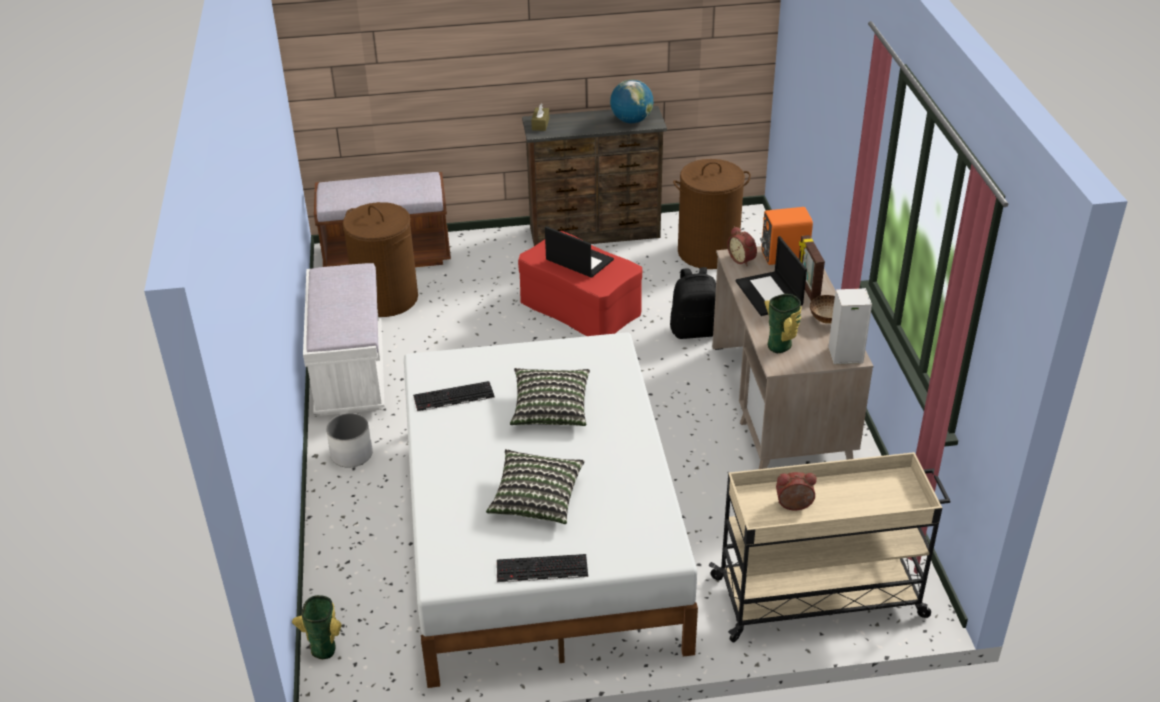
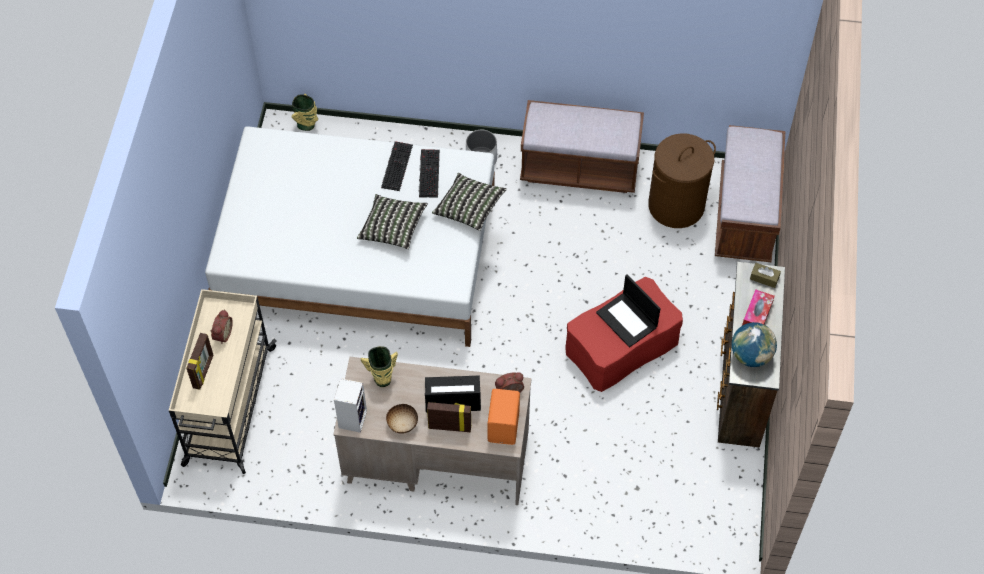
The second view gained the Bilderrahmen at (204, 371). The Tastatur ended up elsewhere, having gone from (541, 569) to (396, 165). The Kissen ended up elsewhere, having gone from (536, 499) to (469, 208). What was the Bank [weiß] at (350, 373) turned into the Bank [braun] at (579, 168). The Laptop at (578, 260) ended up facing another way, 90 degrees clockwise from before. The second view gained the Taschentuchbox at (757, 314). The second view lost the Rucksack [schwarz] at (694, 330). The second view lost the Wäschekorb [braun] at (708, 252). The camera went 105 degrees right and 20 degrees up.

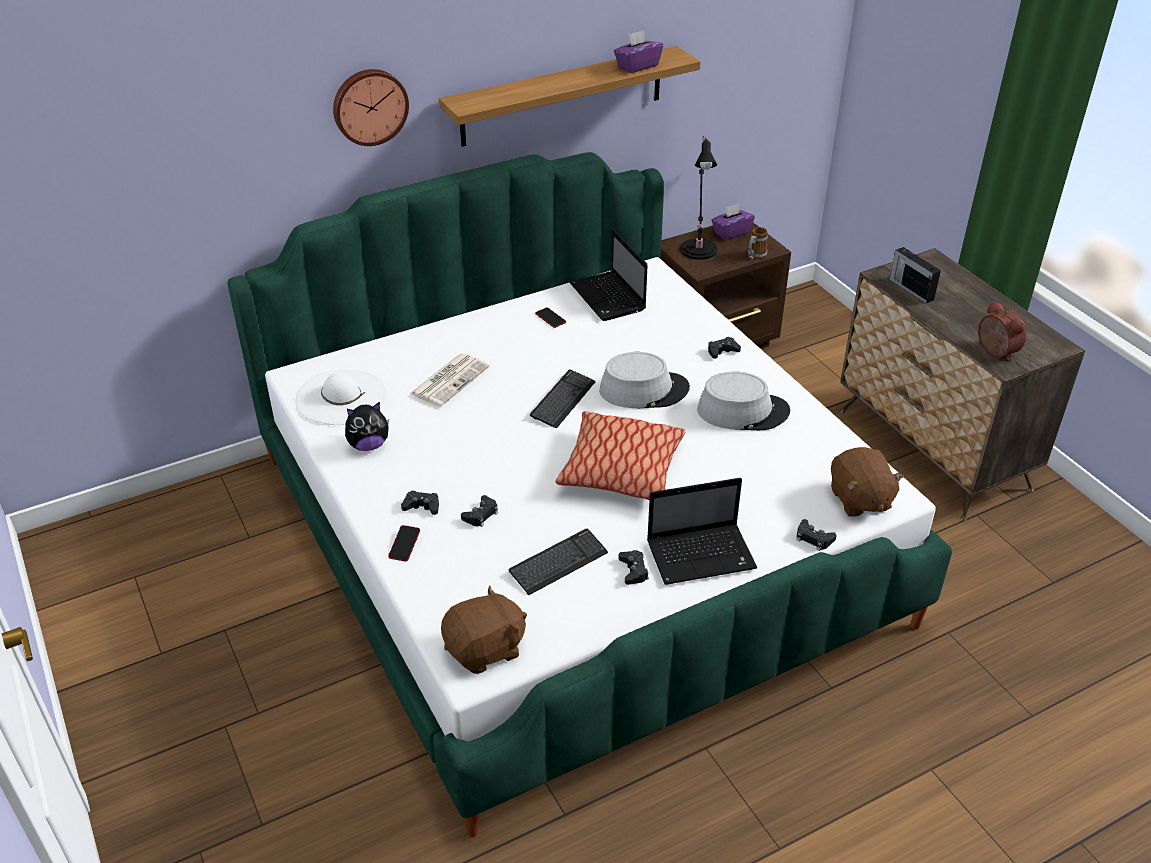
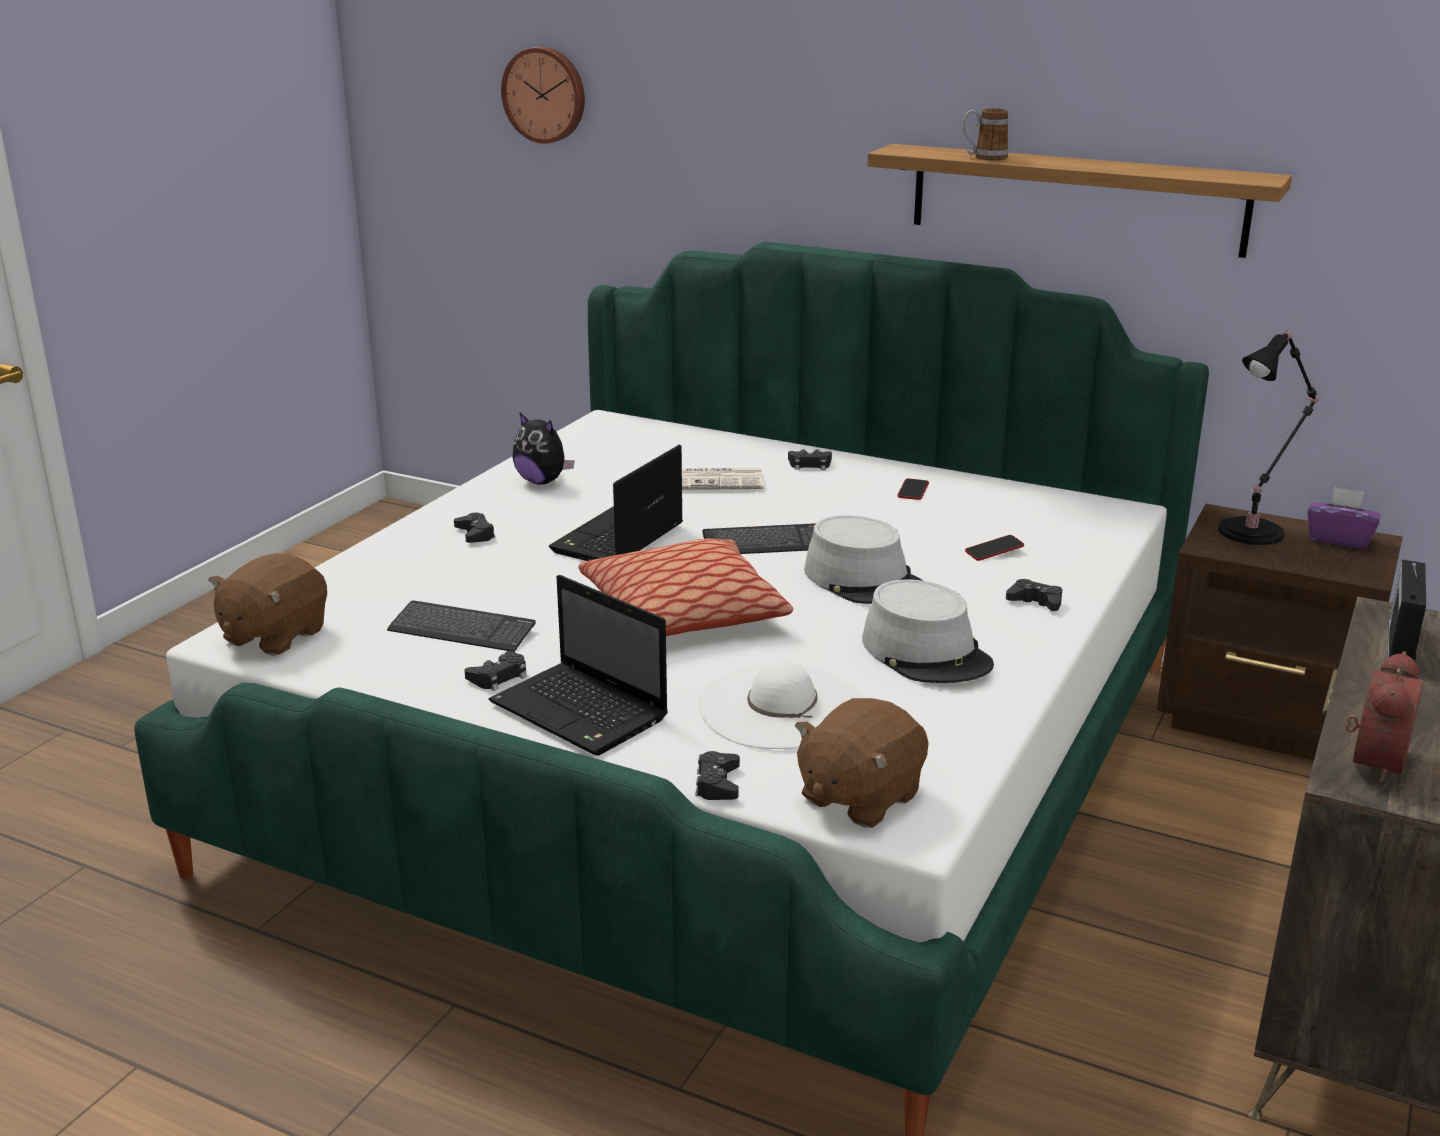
The Plüschtier [braun] at (485, 649) ended up facing another way, 90 degrees clockwise from before. The Wanduhr ended up elsewhere, having gone from (369, 106) to (545, 94). The Laptop ended up elsewhere, having gone from (609, 298) to (617, 540). The Hut [weiß] ended up elsewhere, having gone from (341, 397) to (781, 707). The Gamepad [schwarz] ended up elsewhere, having gone from (481, 515) to (809, 464). The Henkelbecher ended up elsewhere, having gone from (755, 256) to (984, 157). The Handy ended up elsewhere, having gone from (404, 545) to (994, 552). The second view lost the Taschentuchbox [lila] at (637, 66). The camera went 55 degrees right and 15 degrees down.

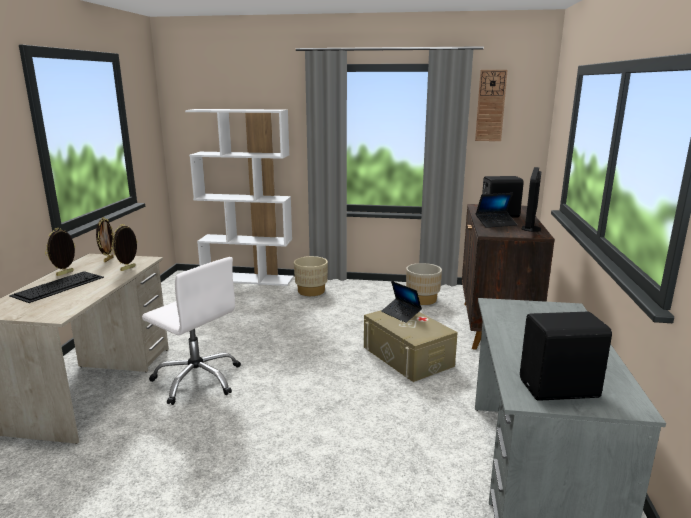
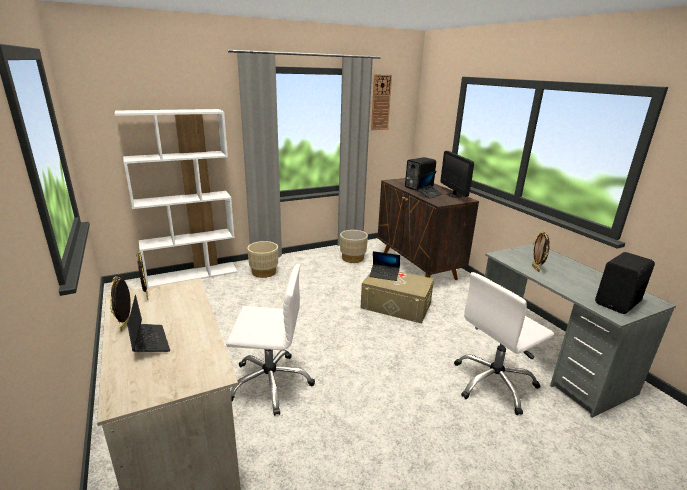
Where the Tastatur stood at (59, 286), the Laptop came to stand at (149, 342). The second view gained the Bürostuhl [weiß] at (494, 383). The Bilderrahmen ended up elsewhere, having gone from (128, 268) to (536, 269). The camera went 35 degrees left and 5 degrees up.

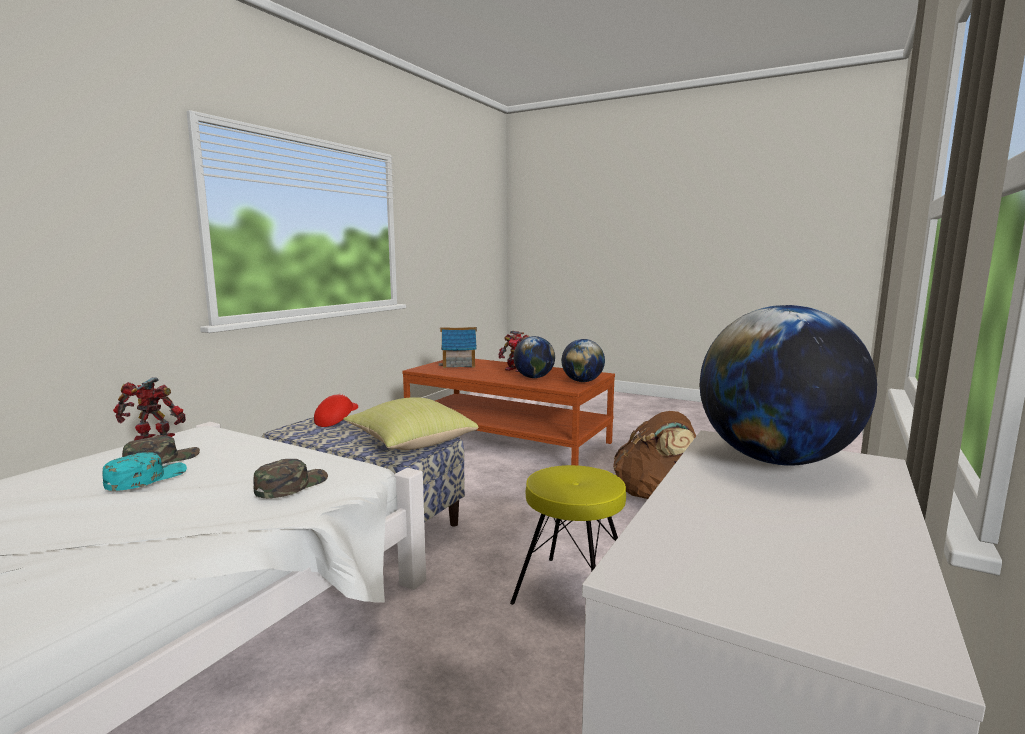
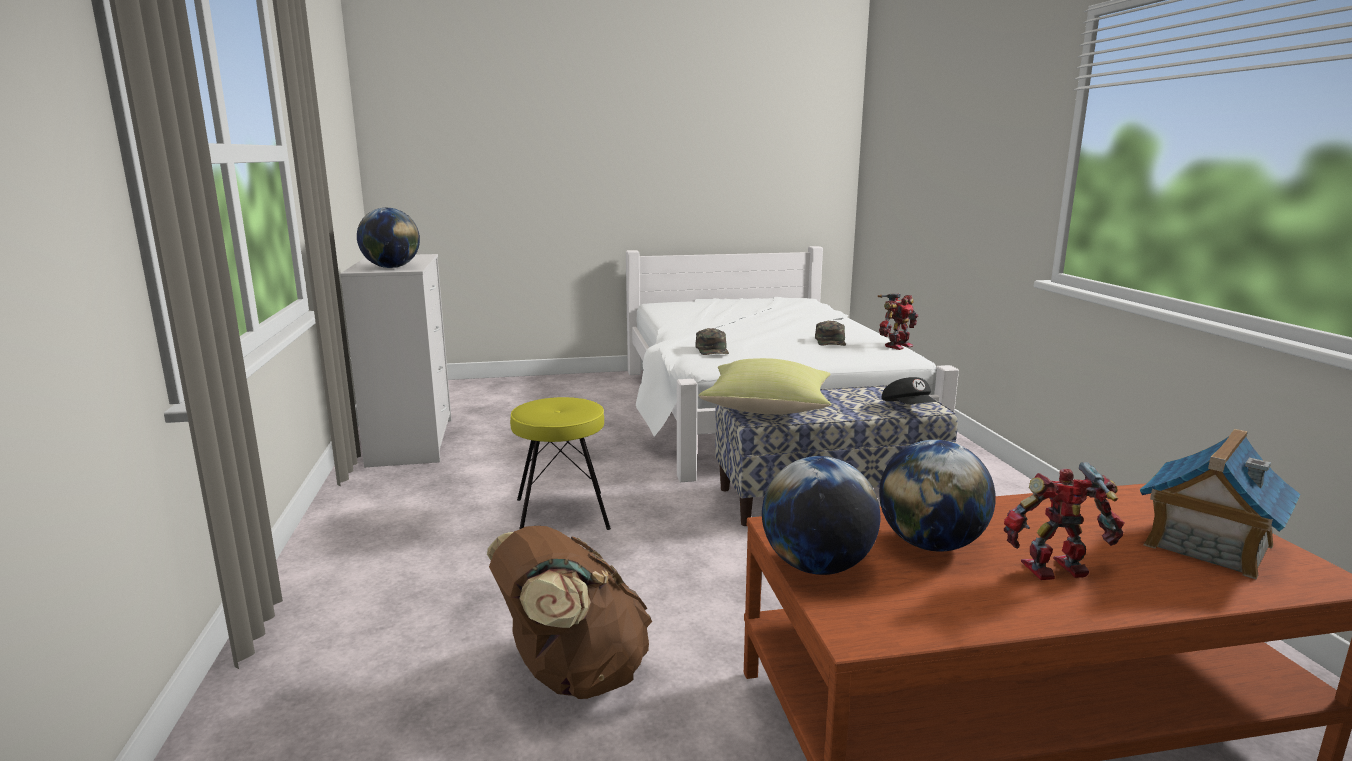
What was the Kappe [rot] at (336, 421) turned into the Kappe [schwarz] at (908, 408). The second view lost the Kappe [türkis] at (146, 478). The camera went 140 degrees right and 5 degrees up.

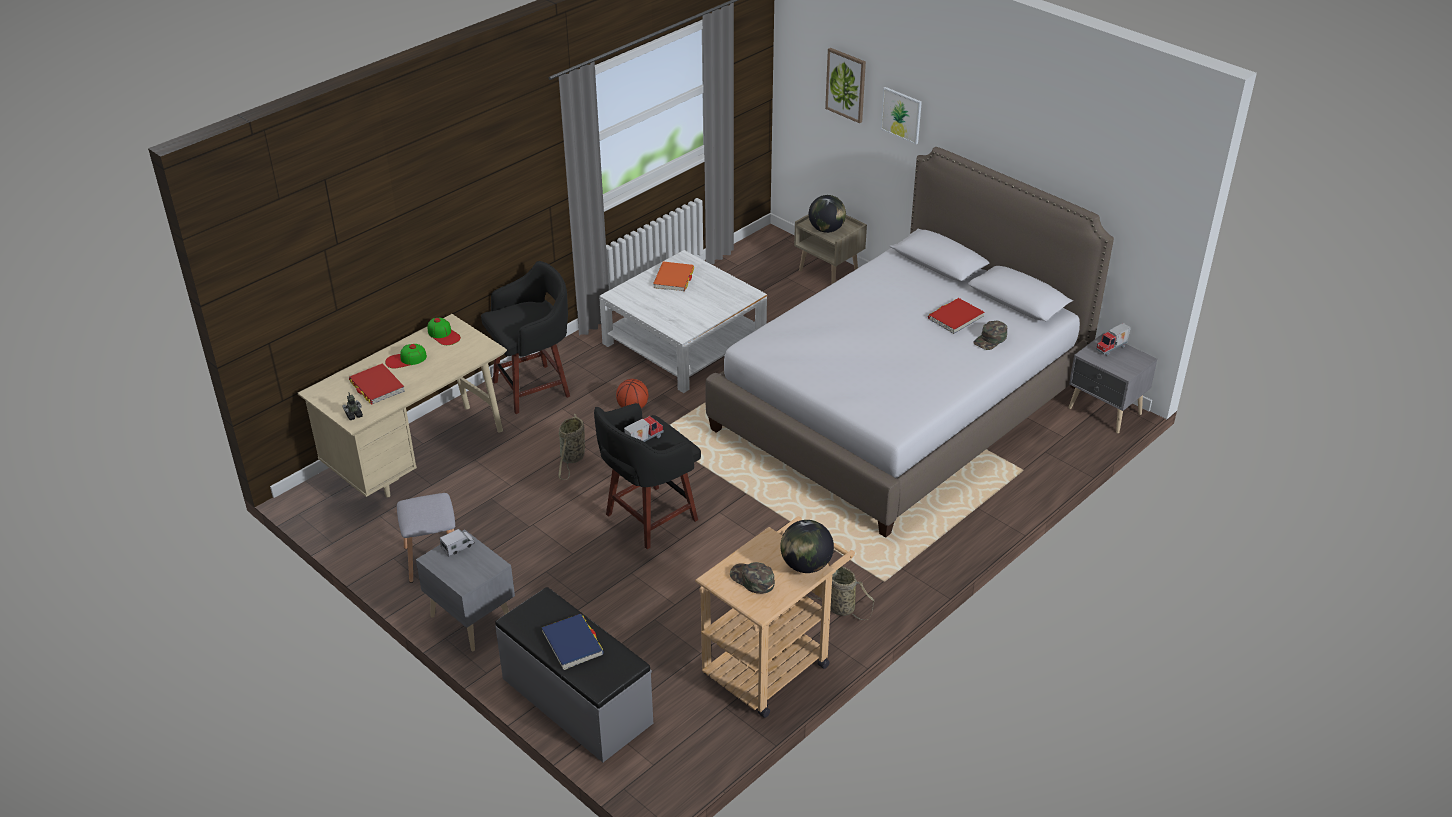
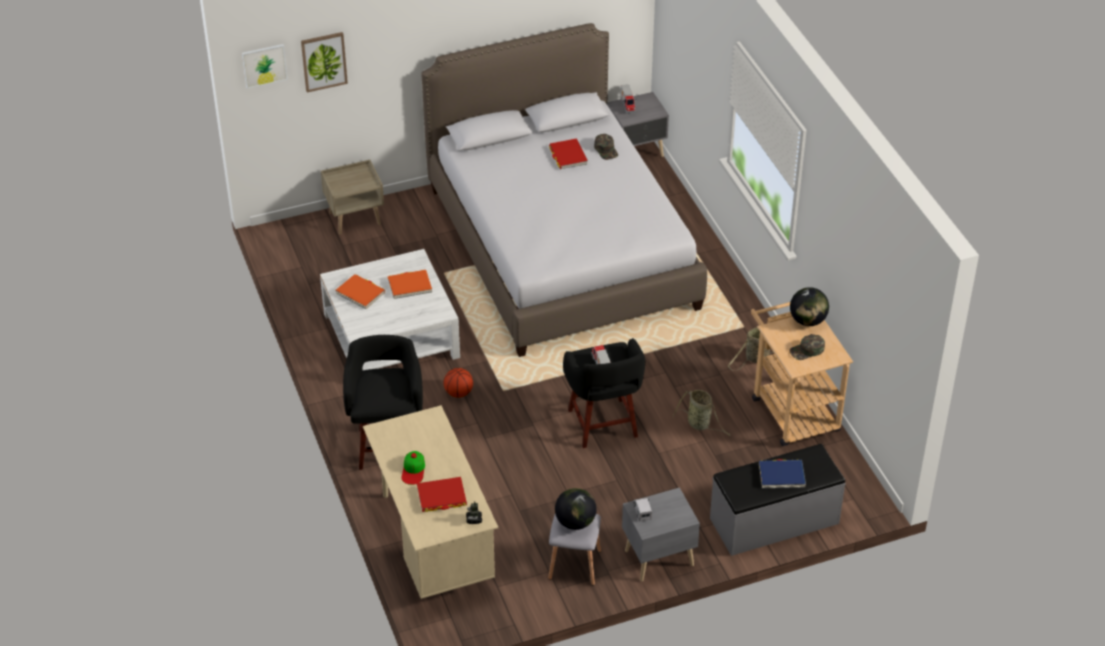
The Bild ended up elsewhere, having gone from (901, 115) to (264, 65). The second view gained the Buch [orange] at (409, 286). The Globus ended up elsewhere, having gone from (826, 229) to (575, 522). The Korb ended up elsewhere, having gone from (572, 458) to (700, 424). The second view lost the Kappe at (443, 334). The camera went 65 degrees left and 5 degrees up.

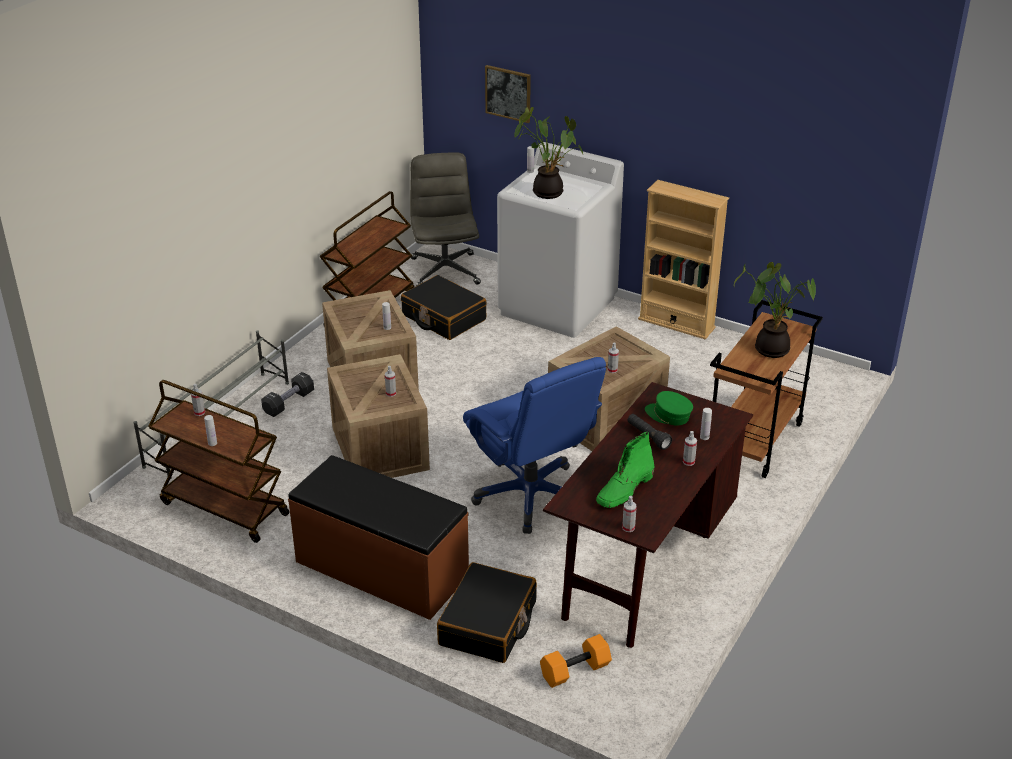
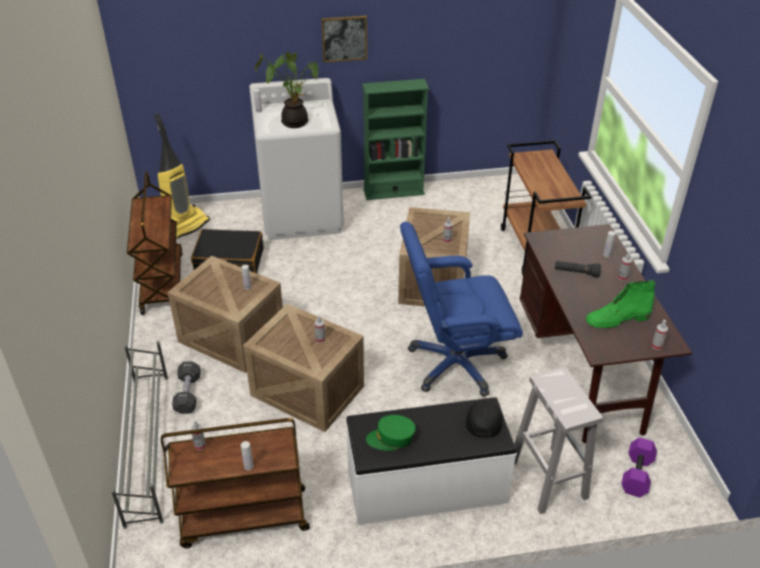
Where the Bürostuhl [grau] stood at (445, 270), the Staubsauger came to stand at (185, 225). The Bild ended up elsewhere, having gone from (508, 93) to (344, 38). What was the Bank [braun] at (381, 569) turned into the Bank [weiß] at (426, 487). What was the Bücherregal [beige] at (676, 323) turned into the Bücherregal [grün] at (393, 192). The Kappe [grün] ended up elsewhere, having gone from (668, 415) to (391, 438). The Bürostuhl [blau] at (531, 495) ended up facing another way, 150 degrees clockwise from before. The second view gained the Kappe [schwarz] at (482, 420). Where the Koffer [schwarz] stood at (488, 624), the Hocker [weiß] came to stand at (547, 478). The Stiefel [grün] at (624, 490) ended up facing another way, 75 degrees clockwise from before. What was the Hantel [orange] at (575, 671) turned into the Hantel [lila] at (637, 475). The second view lost the Topfpflanze at (770, 348). The camera went 40 degrees left and 5 degrees up.

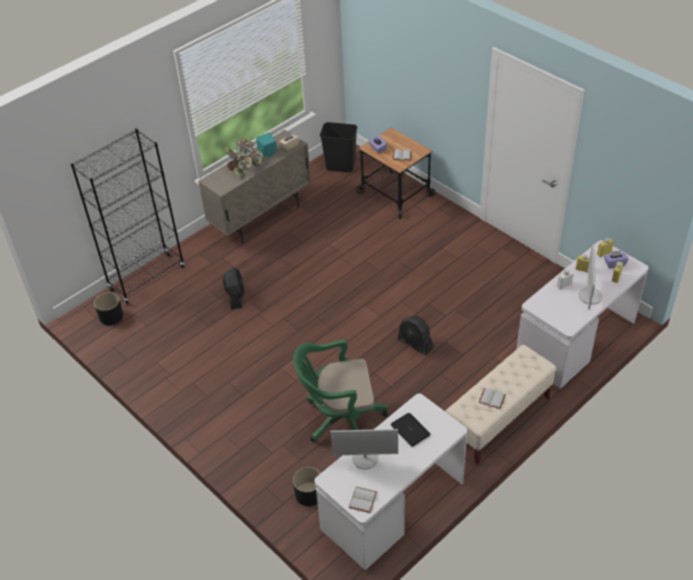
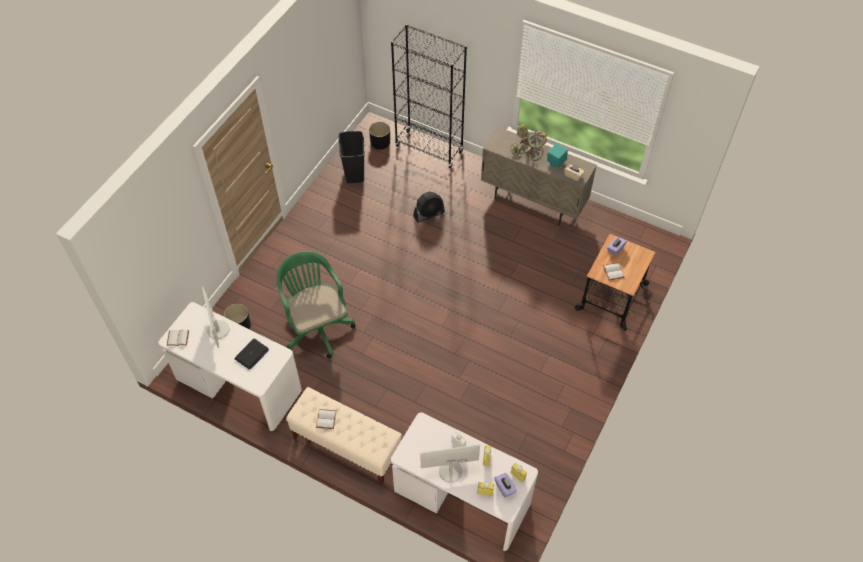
The Mülleimer [schwarz] ended up elsewhere, having gone from (340, 167) to (354, 173). The second view lost the Ventilator [schwarz] at (415, 344). The camera went 70 degrees right and 10 degrees up.

